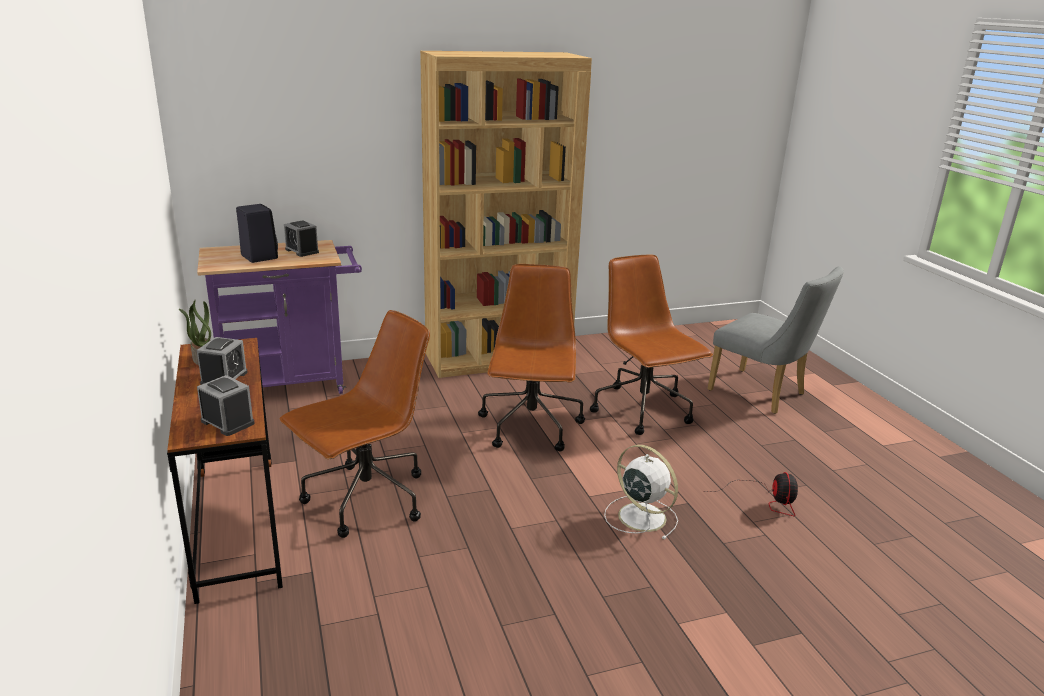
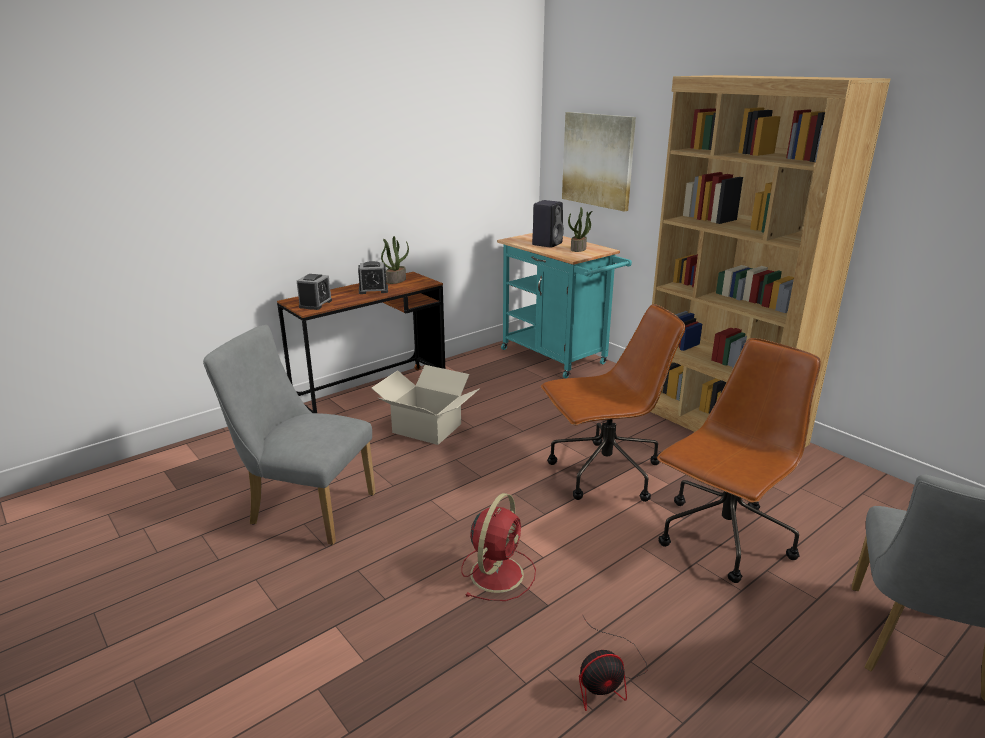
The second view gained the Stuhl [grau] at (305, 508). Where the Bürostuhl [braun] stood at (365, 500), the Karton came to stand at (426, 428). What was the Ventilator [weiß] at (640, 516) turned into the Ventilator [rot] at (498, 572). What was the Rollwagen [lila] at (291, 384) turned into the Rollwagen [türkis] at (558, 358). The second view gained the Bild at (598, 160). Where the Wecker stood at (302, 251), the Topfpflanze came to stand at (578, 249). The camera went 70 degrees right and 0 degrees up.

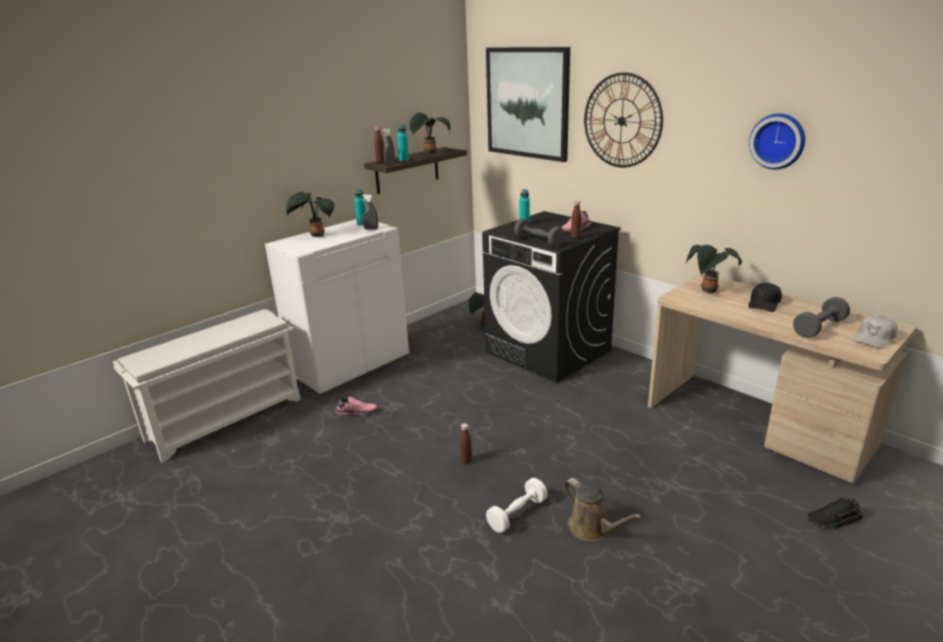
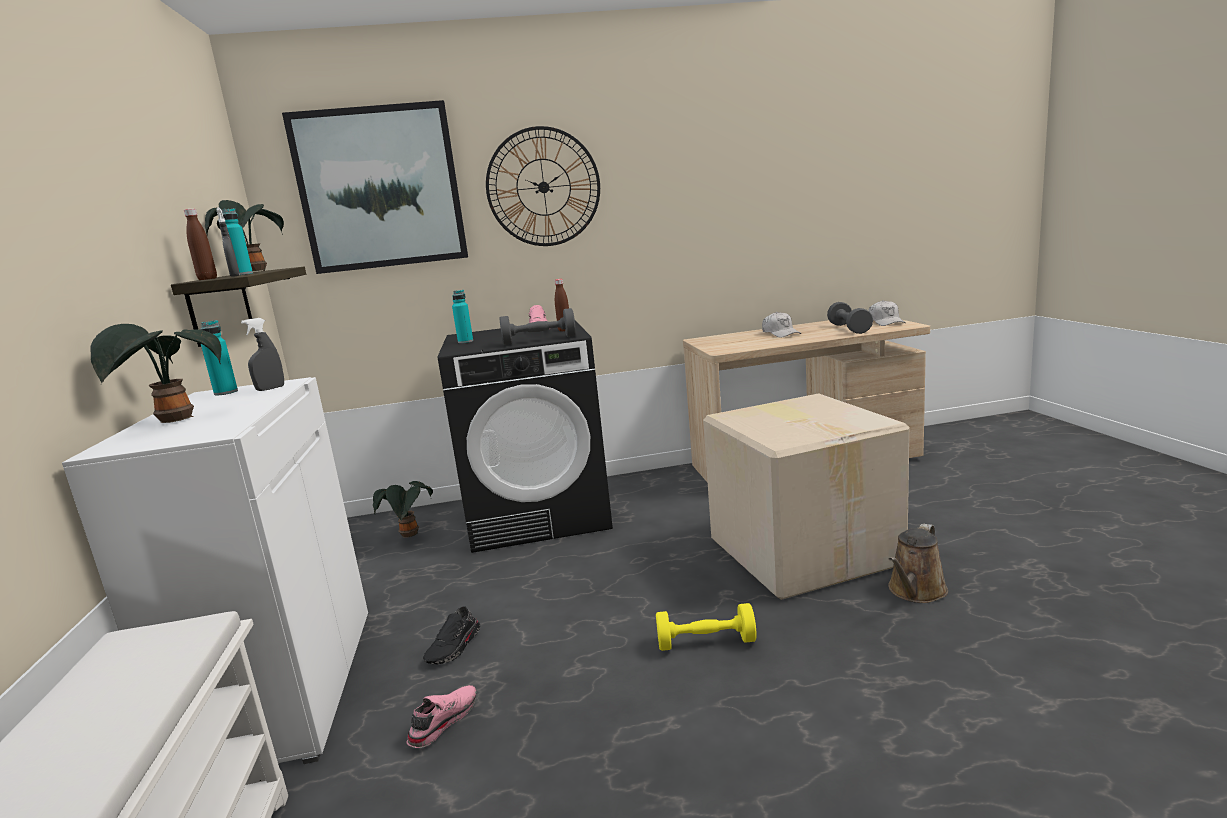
The Schuh [schwarz] ended up elsewhere, having gone from (834, 521) to (455, 647). Where the Flasche [braun] stood at (466, 461), the Hantel [gelb] came to stand at (706, 643). The second view gained the Karton at (804, 550). What was the Kappe [schwarz] at (764, 303) turned into the Kappe [weiß] at (780, 333). The Gießkanne [braun] at (592, 528) ended up facing another way, 135 degrees clockwise from before. The second view lost the Hantel [weiß] at (517, 514). The second view lost the Topfpflanze at (708, 291). The second view lost the Wanduhr at (778, 141). The camera went 55 degrees left and 10 degrees down.

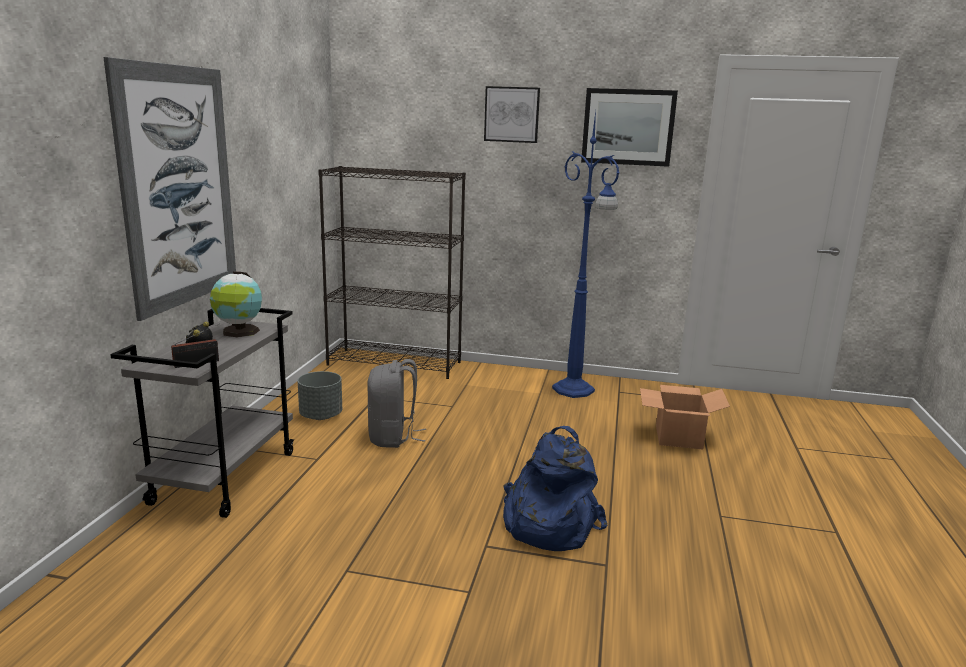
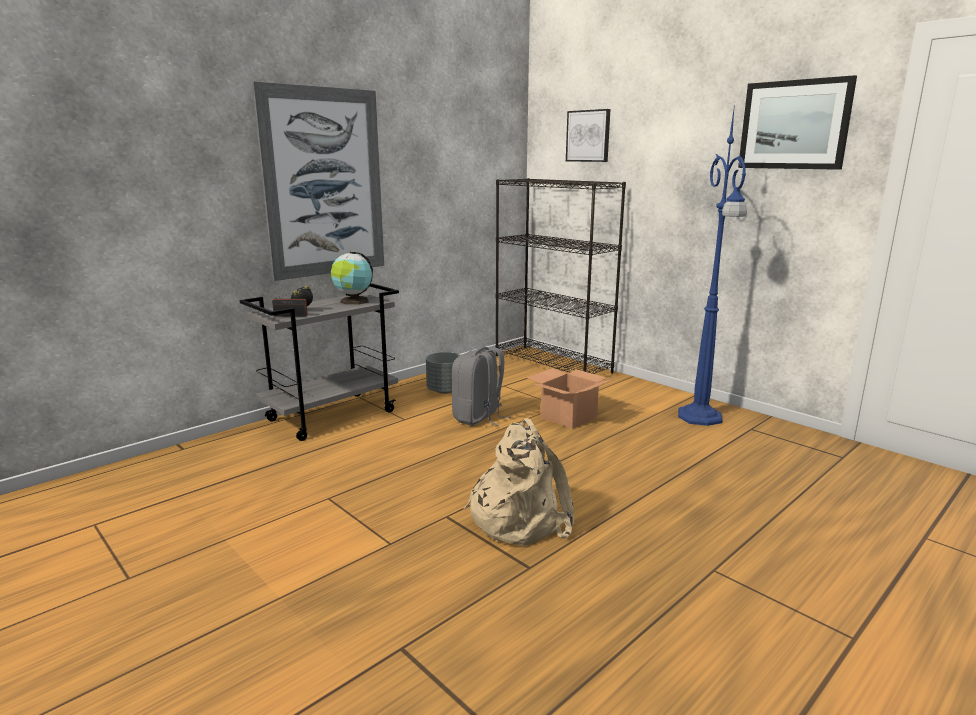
What was the Rucksack [blau] at (547, 524) turned into the Rucksack [beige] at (519, 518). The Karton ended up elsewhere, having gone from (679, 437) to (568, 417). The Bild ended up elsewhere, having gone from (512, 114) to (588, 136). The camera went 35 degrees right and 0 degrees up.

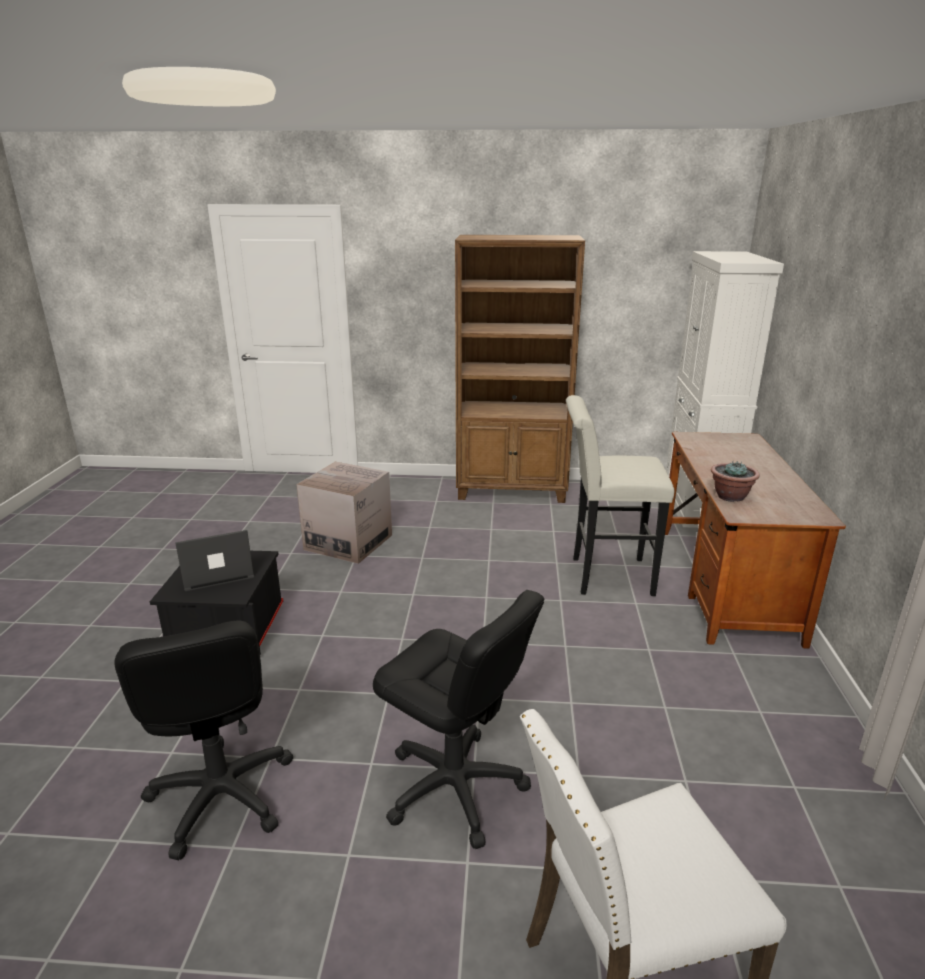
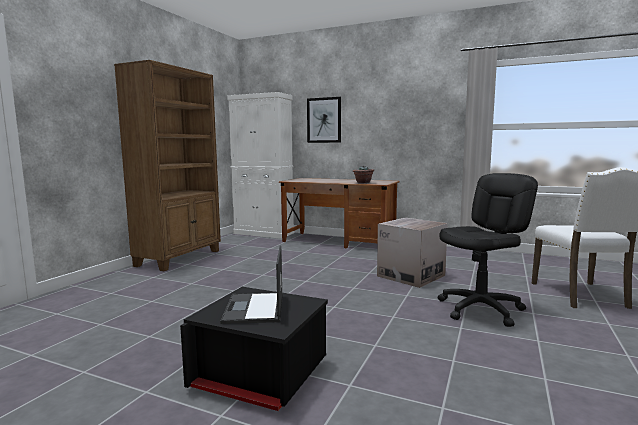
The second view gained the Bild at (324, 120). The Karton ended up elsewhere, having gone from (348, 542) to (411, 276). The second view lost the Bürostuhl [schwarz] at (221, 796). The second view lost the Hocker [weiß] at (604, 576). The camera went 70 degrees left and 15 degrees down.

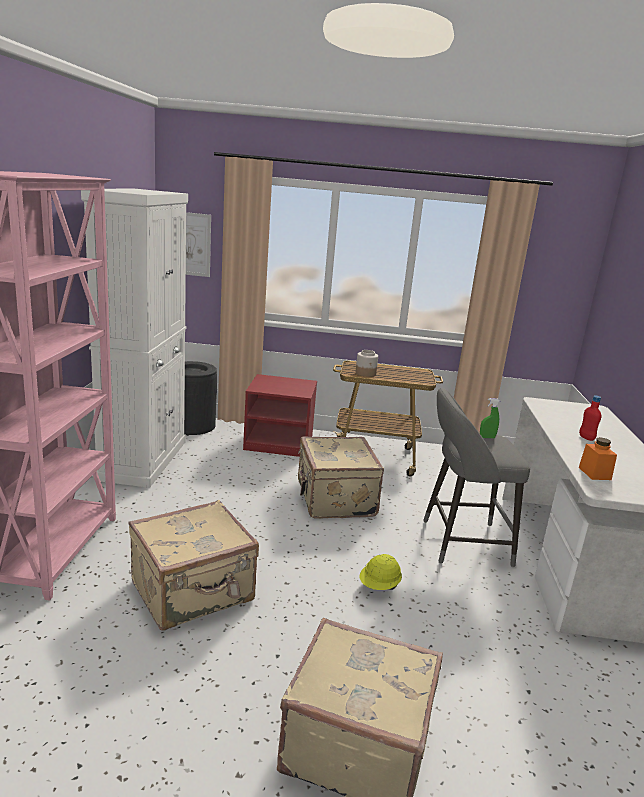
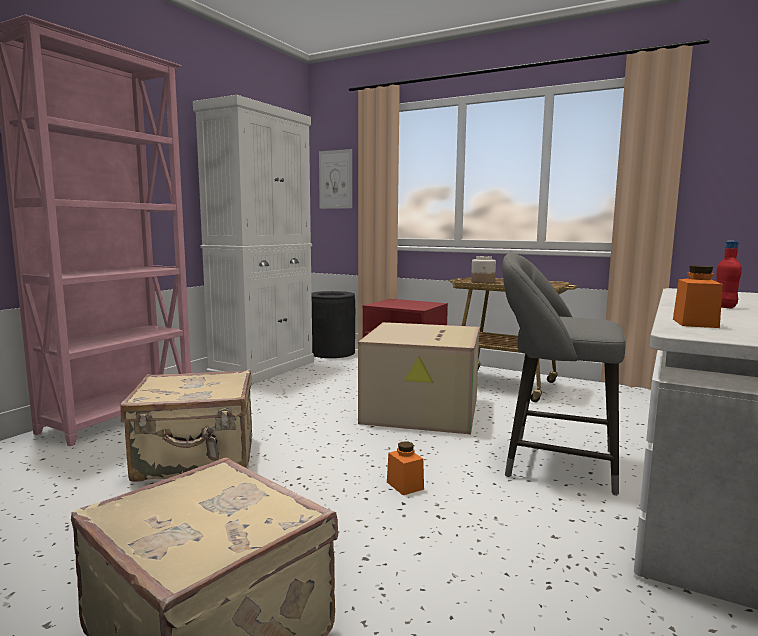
Where the Koffer [beige] stood at (334, 499), the Karton came to stand at (423, 411). Where the Schutzhelm [gelb] stood at (379, 586), the Vorratsglas [orange] came to stand at (405, 485). The second view lost the Sprühflasche [grün] at (487, 437). The camera went 25 degrees right and 10 degrees down.

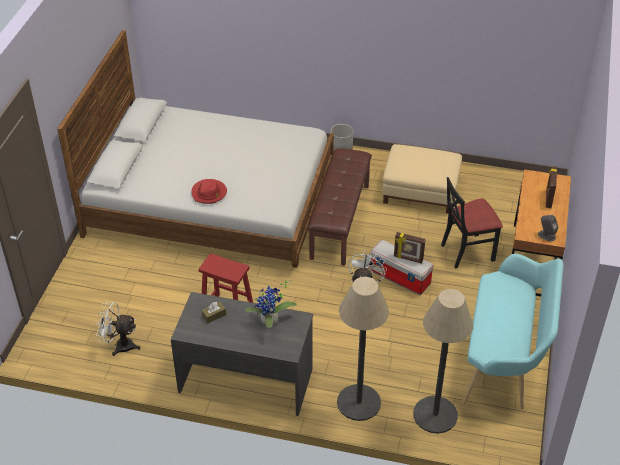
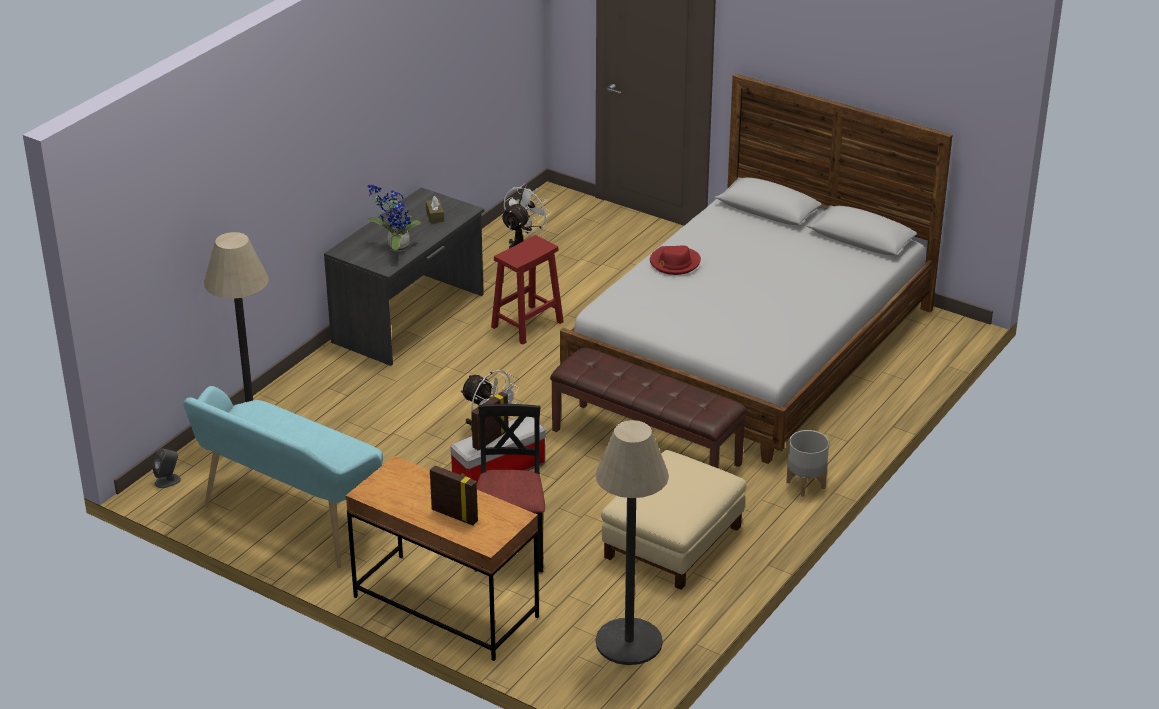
The Lautsprecher [grau] ended up elsewhere, having gone from (546, 235) to (168, 481). The Stehlampe ended up elsewhere, having gone from (359, 402) to (628, 642). The camera went 110 degrees right and 10 degrees down.

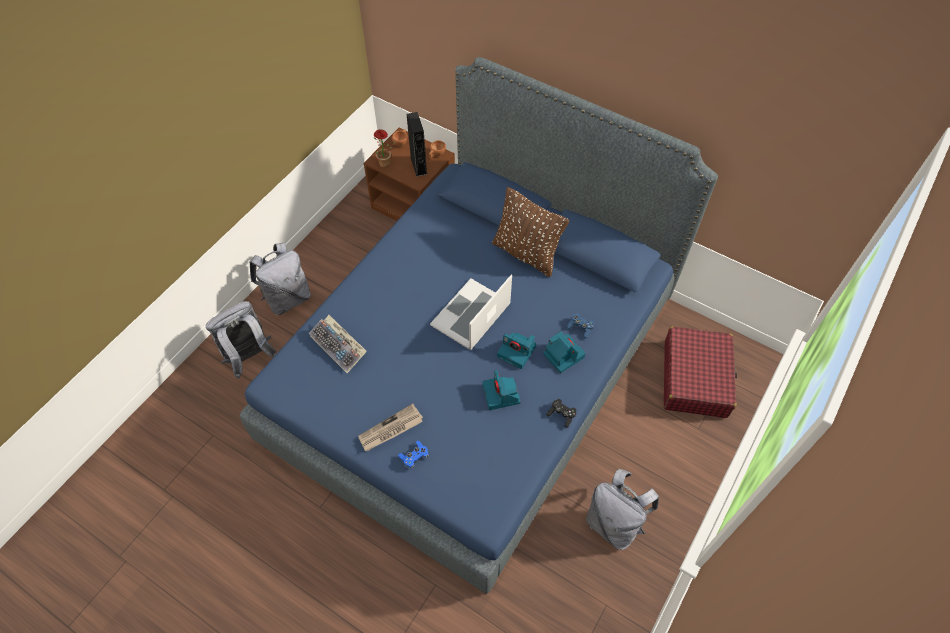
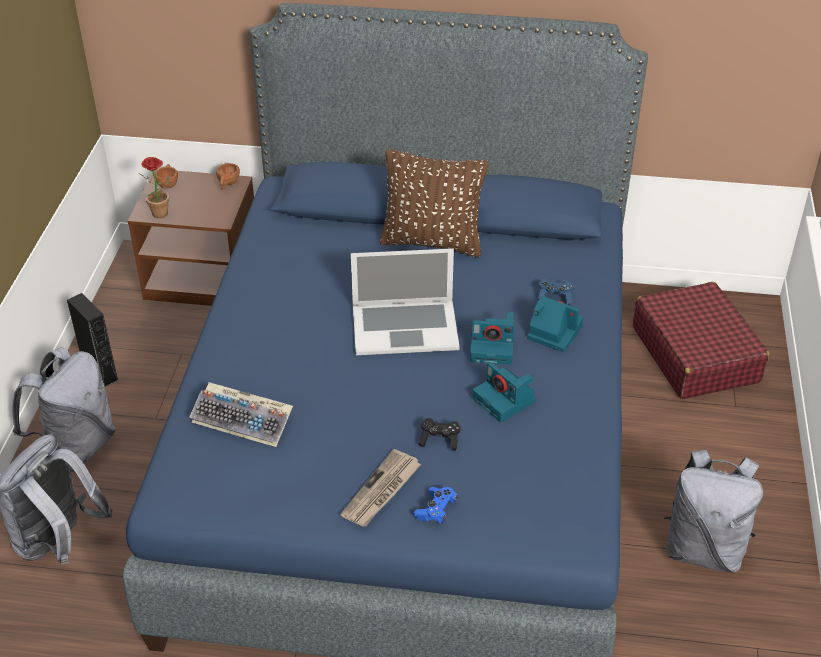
The Lautsprecher [schwarz] ended up elsewhere, having gone from (418, 165) to (100, 373). The Laptop at (471, 314) ended up facing another way, 105 degrees counterclockwise from before. The Gamepad [schwarz] ended up elsewhere, having gone from (561, 415) to (439, 440). The camera went 25 degrees left and 15 degrees down.

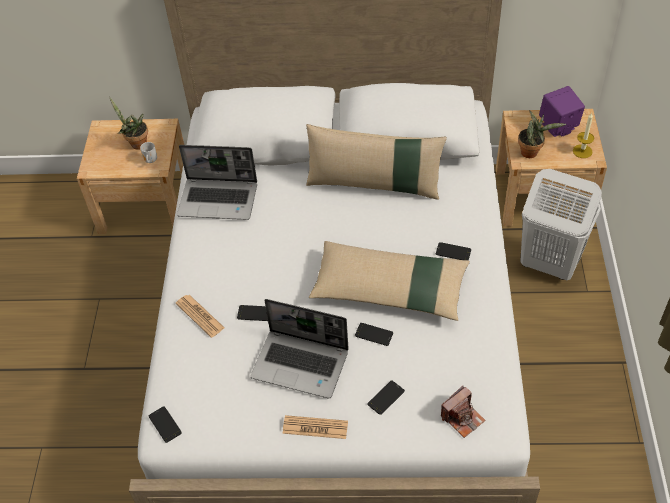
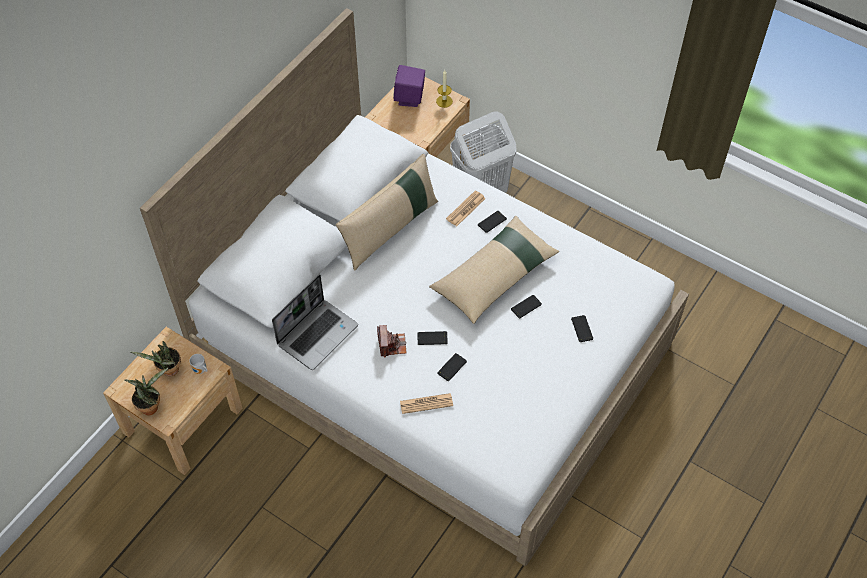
The Topfpflanze ended up elsewhere, having gone from (531, 152) to (151, 405). The Kamera ended up elsewhere, having gone from (462, 417) to (391, 345). The Handy ended up elsewhere, having gone from (165, 424) to (432, 338). The Zeitung ended up elsewhere, having gone from (315, 427) to (465, 209). The second view lost the Laptop at (301, 364). The camera went 60 degrees left and 5 degrees up.

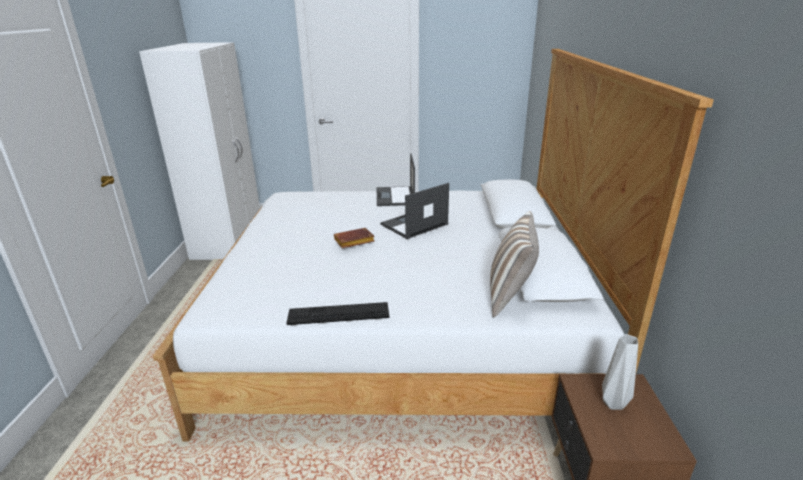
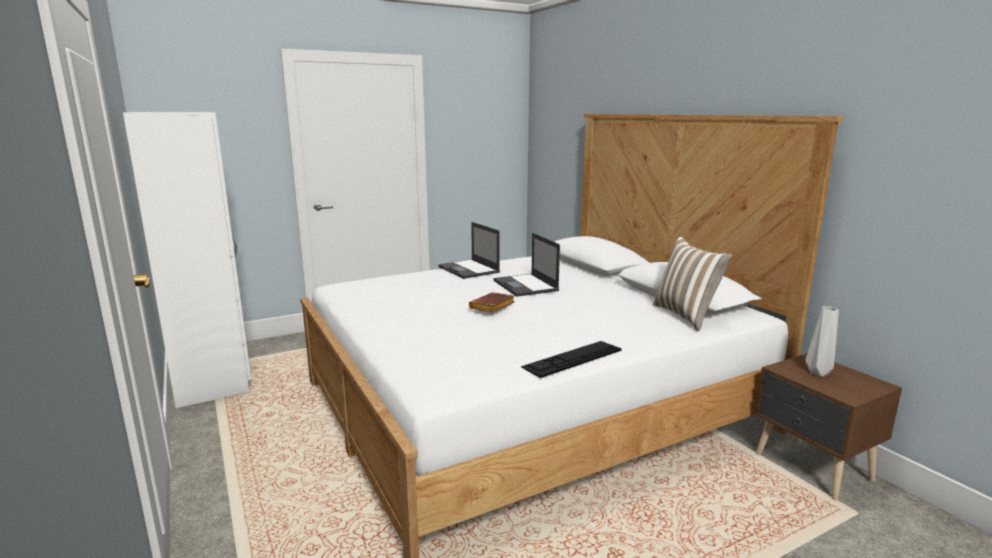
The Laptop at (414, 224) ended up facing another way, 45 degrees counterclockwise from before. The camera went 30 degrees left and 10 degrees down.

